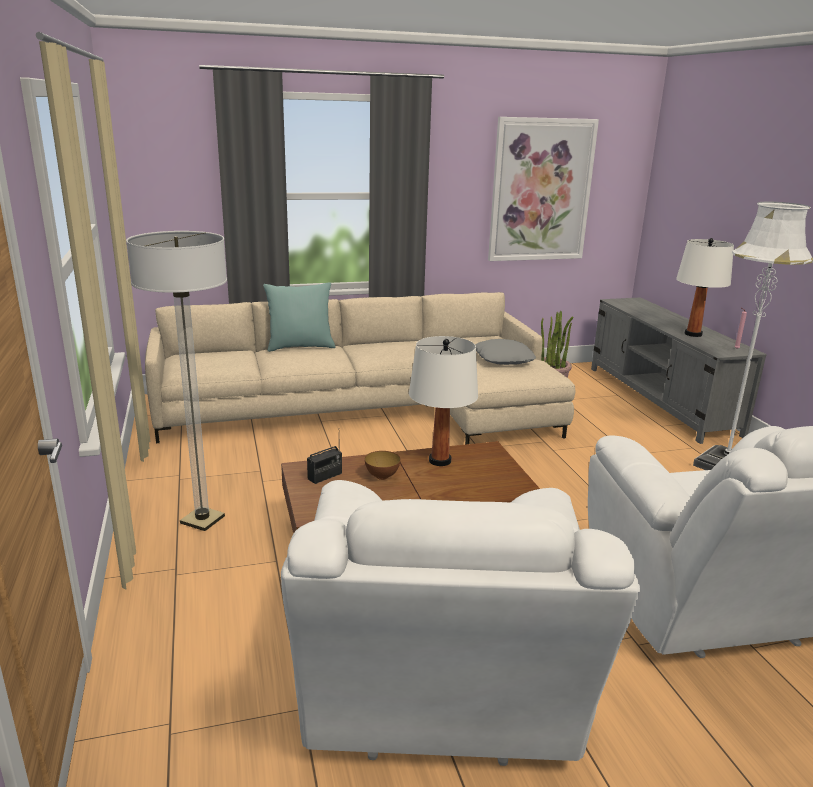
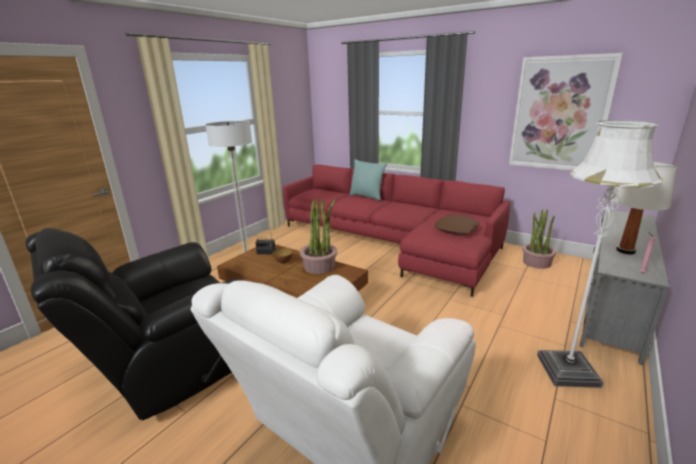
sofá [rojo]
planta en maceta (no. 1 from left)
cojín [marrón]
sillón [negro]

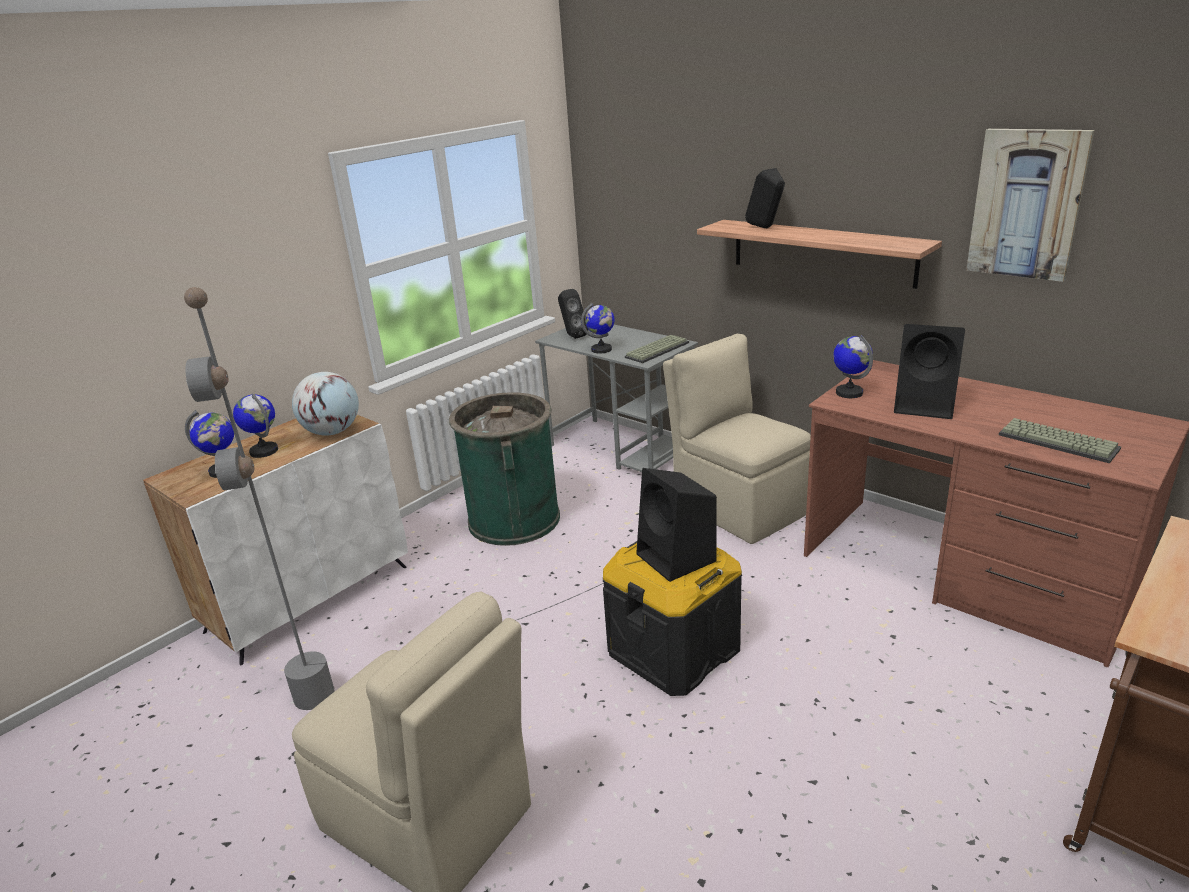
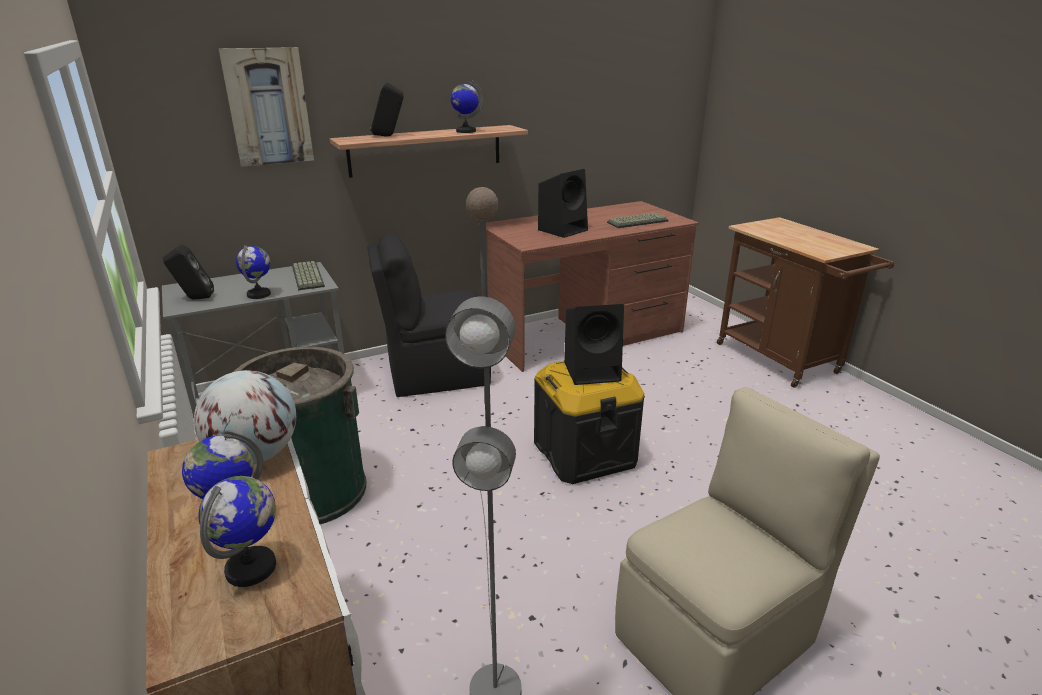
cuadro
silla [negro]
globo terráqueo (no. 5 from left)

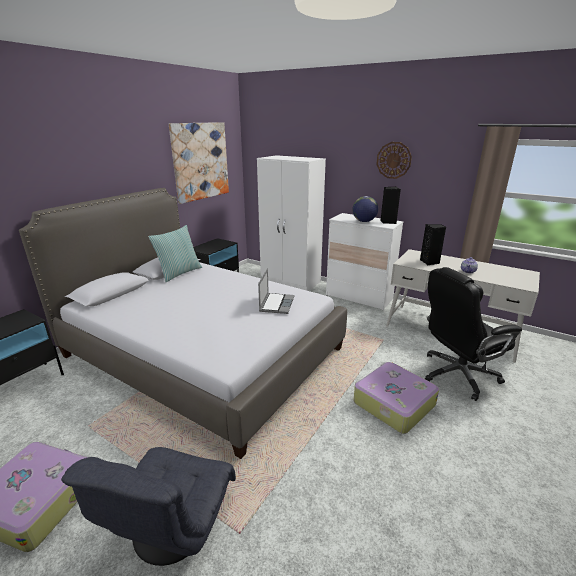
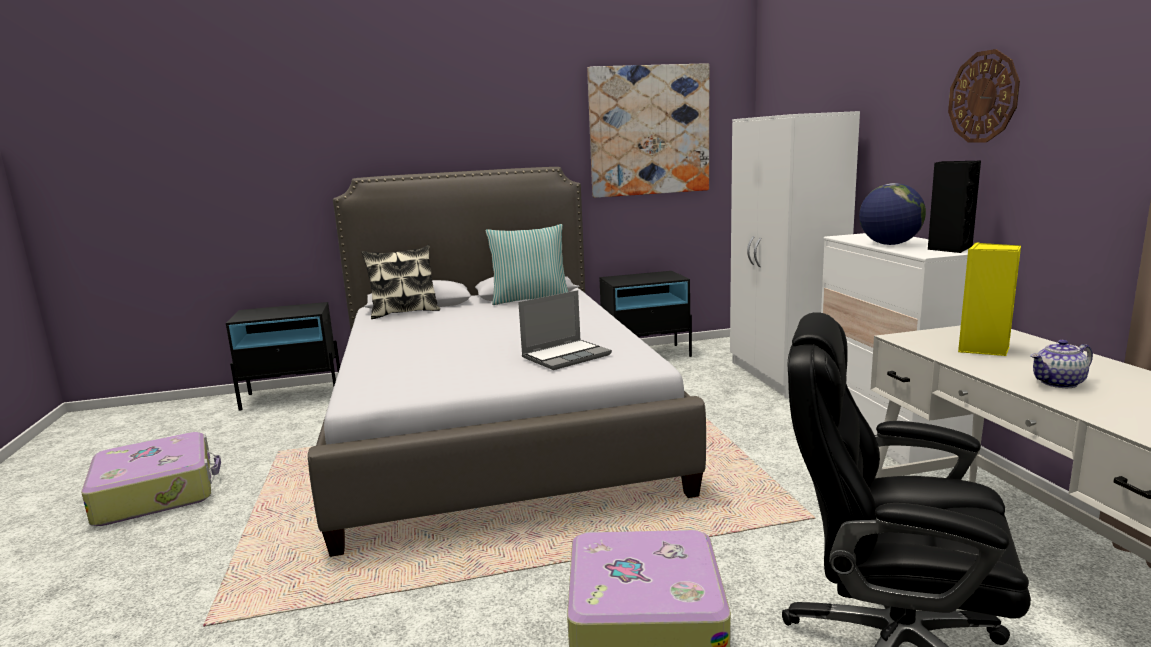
altavoz [amarillo]
sillón [gris]
cojín (no. 1 from left)

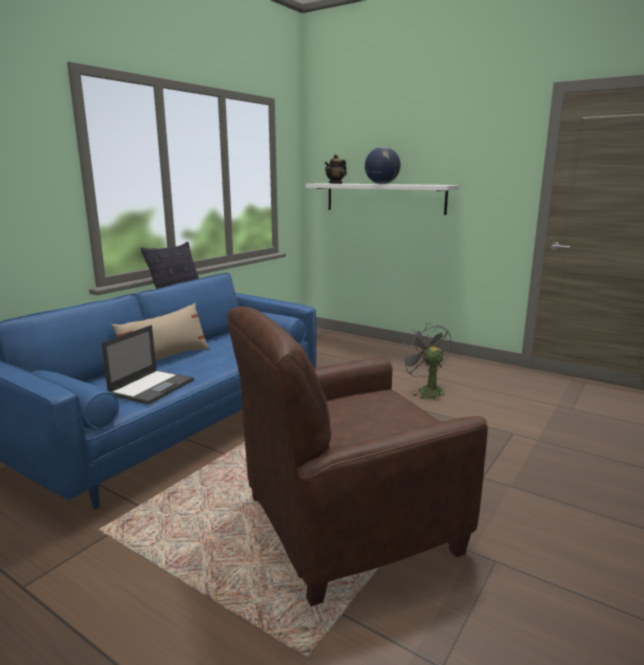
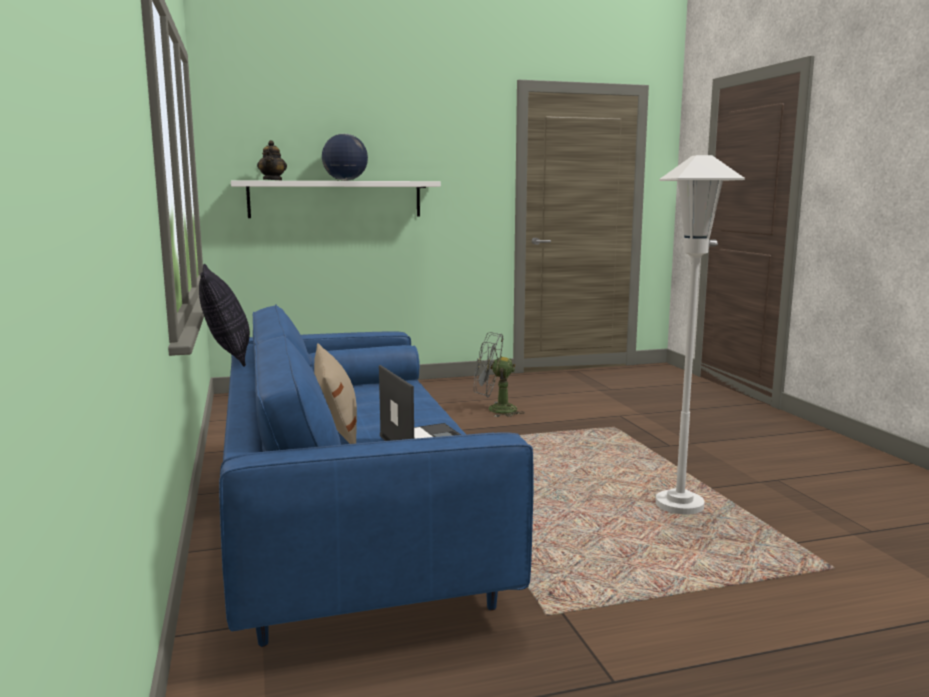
lámpara de pie [blanco]

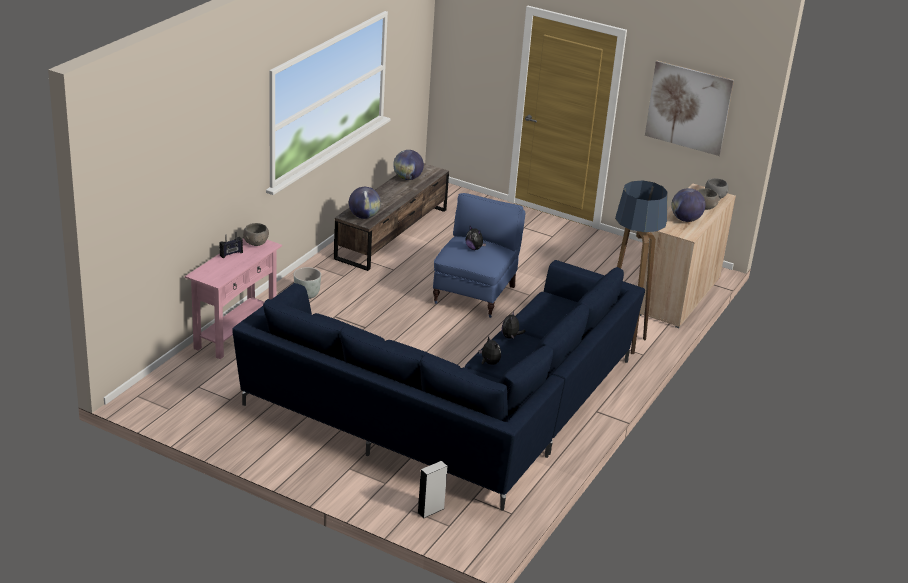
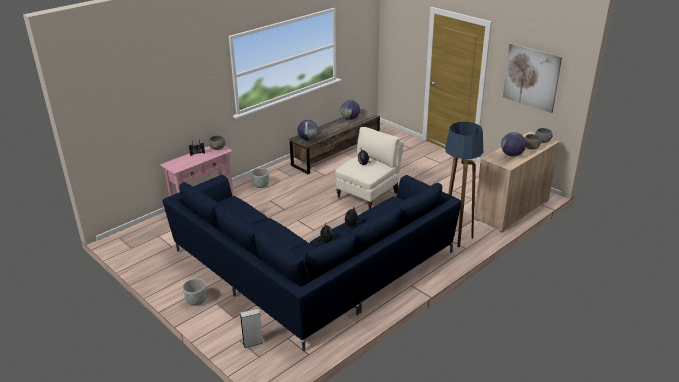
sillón [beis]
maceta [gris] (no. 1 from left)

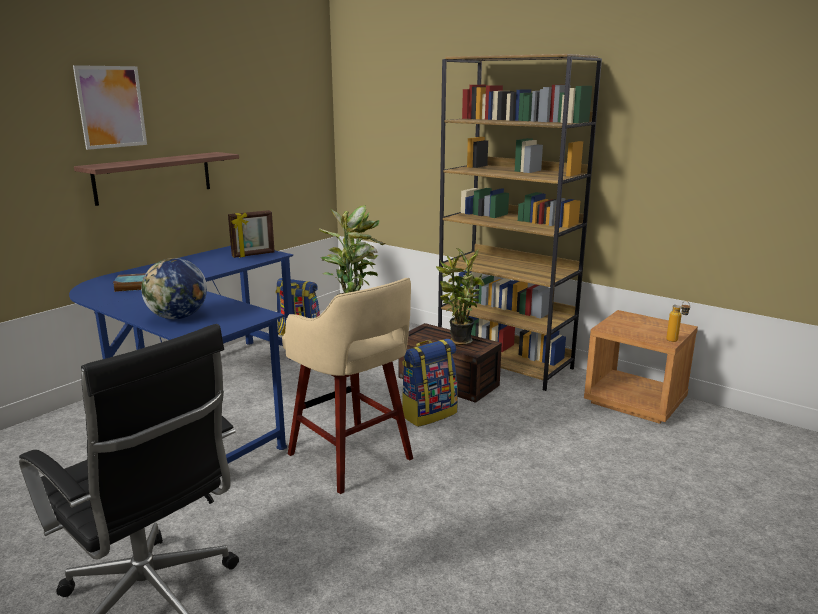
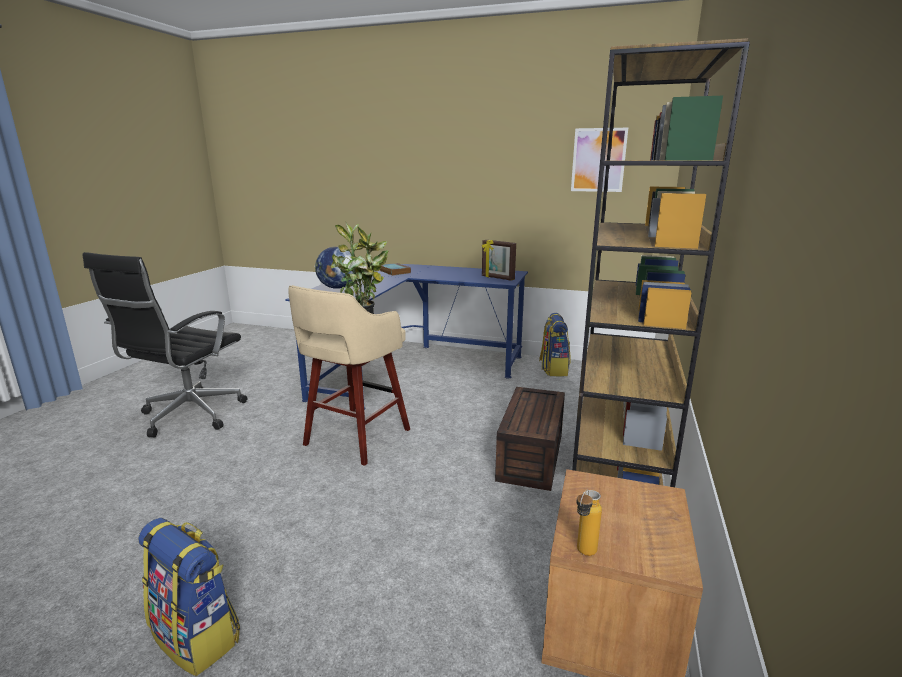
cuadro
estante
planta en maceta (no. 2 from left in the first image)
mochila (no. 1 from left)

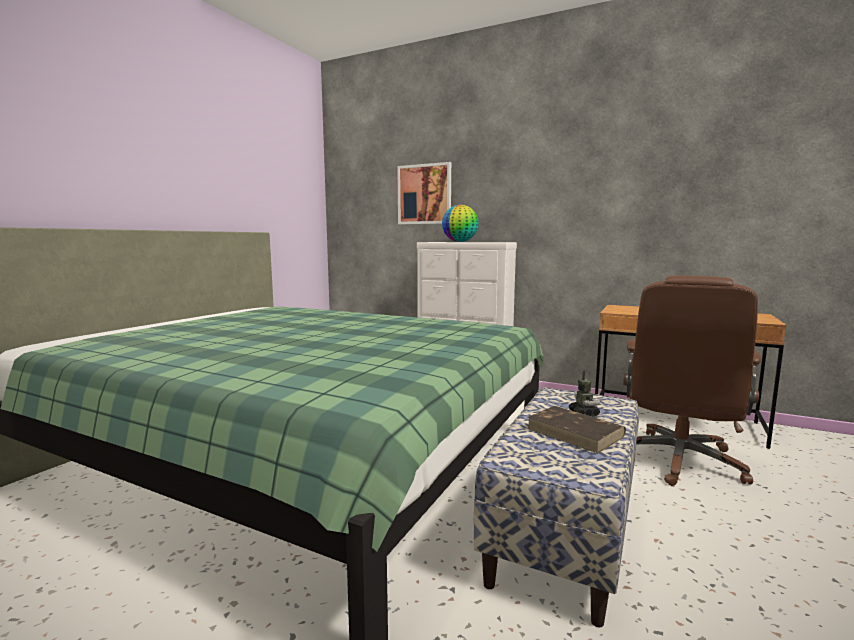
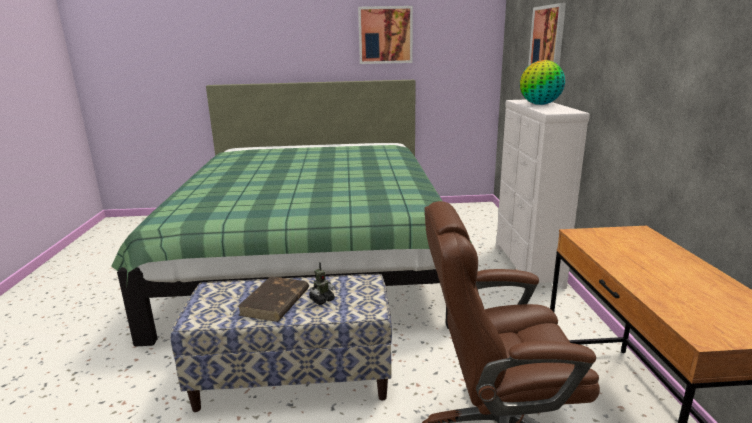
cuadro (no. 1 from left)

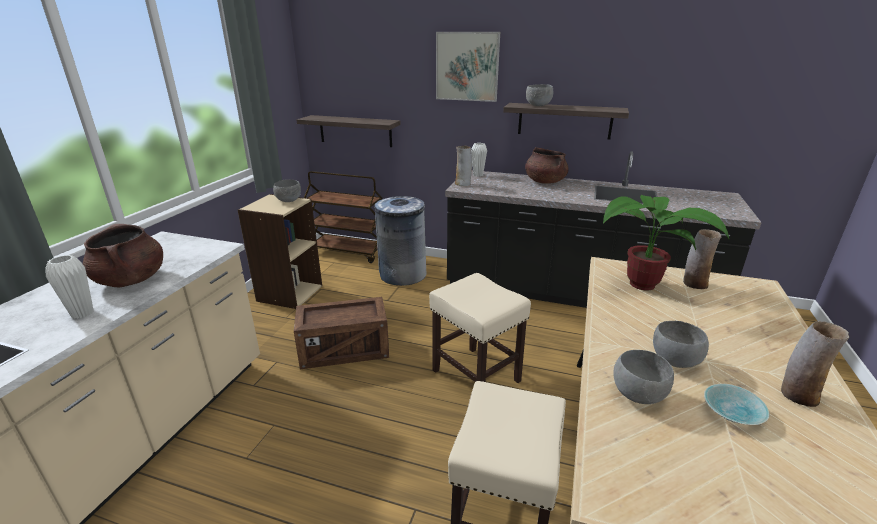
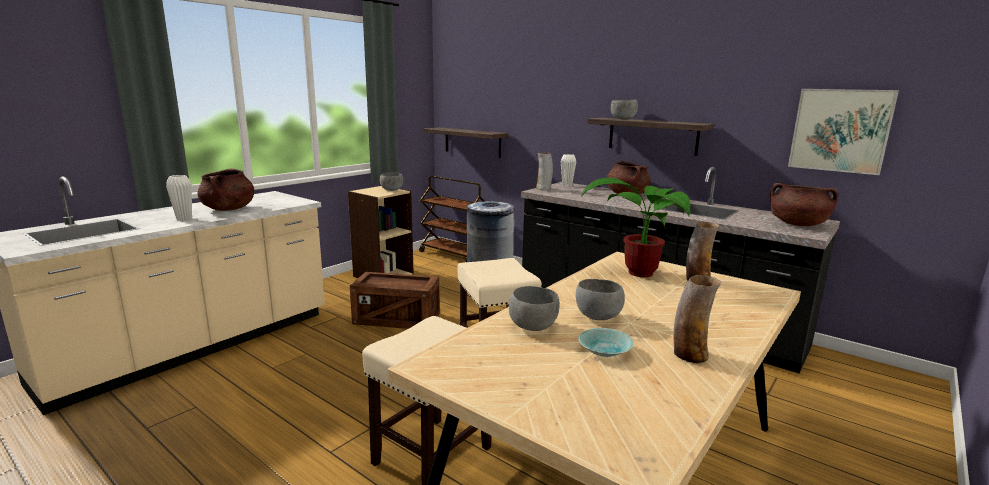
cuadro
olla [marrón] (no. 3 from left)

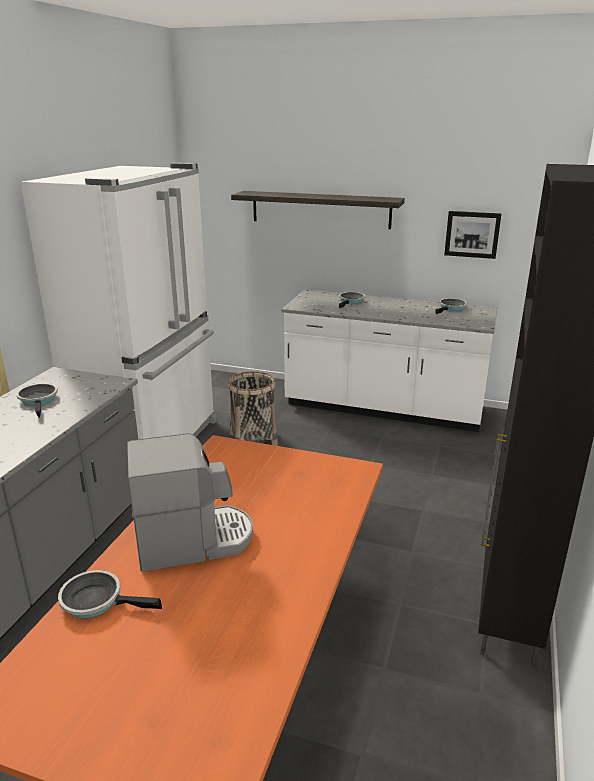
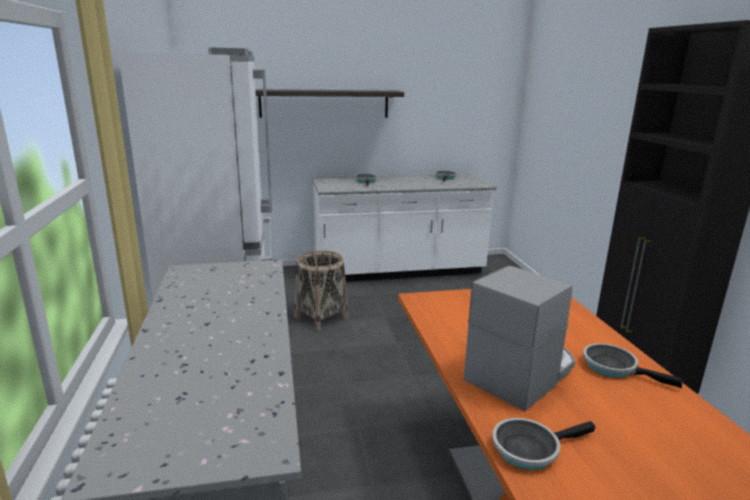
cuadro
sartén (no. 4 from left)

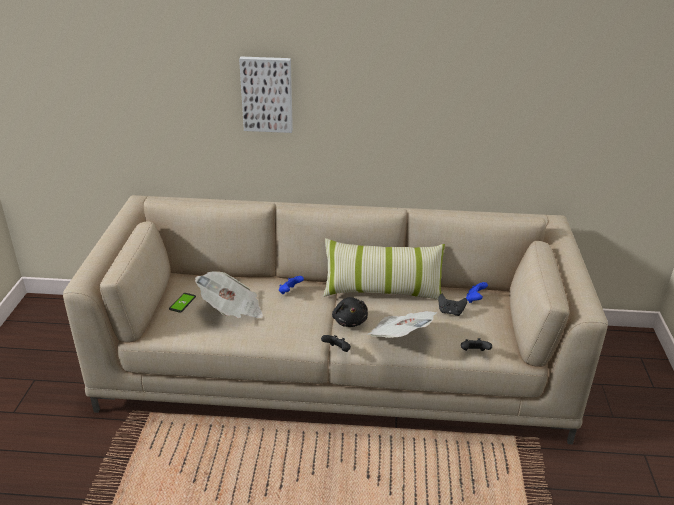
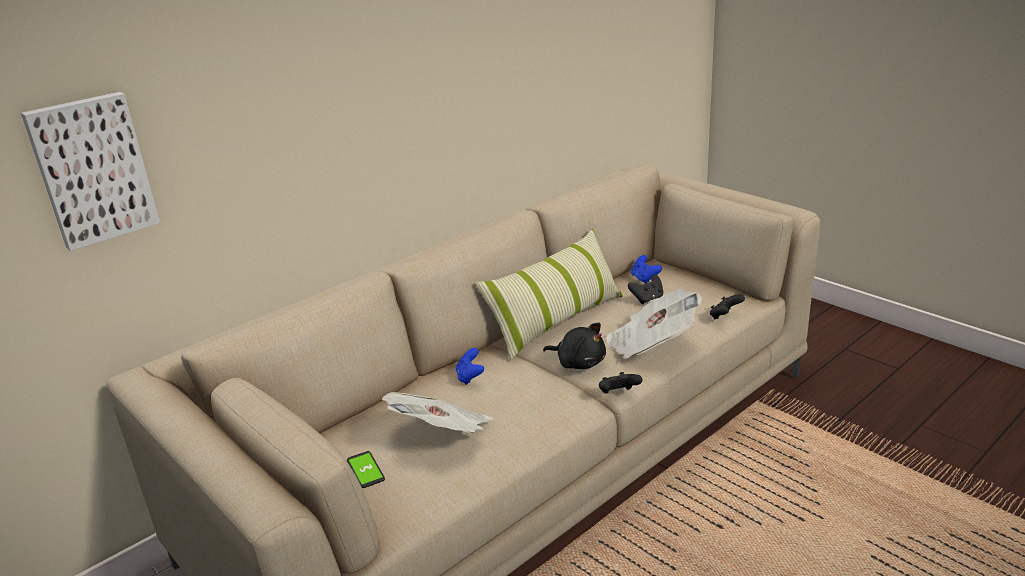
cuadro

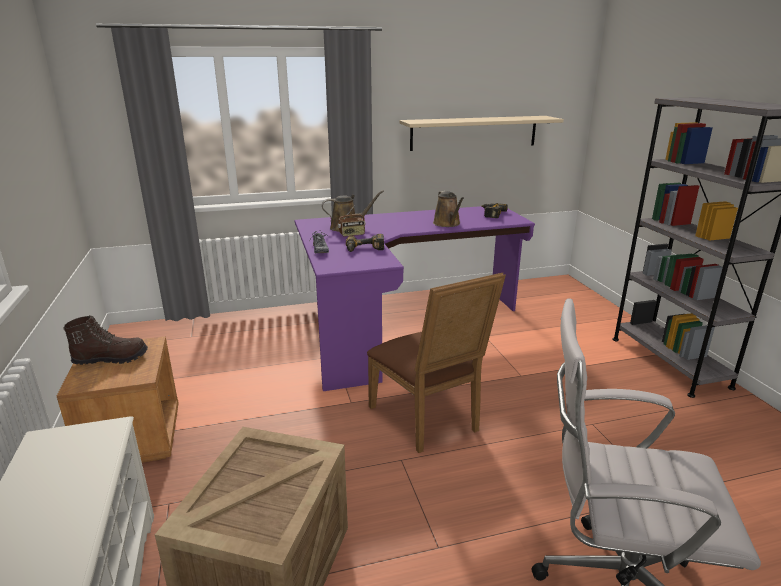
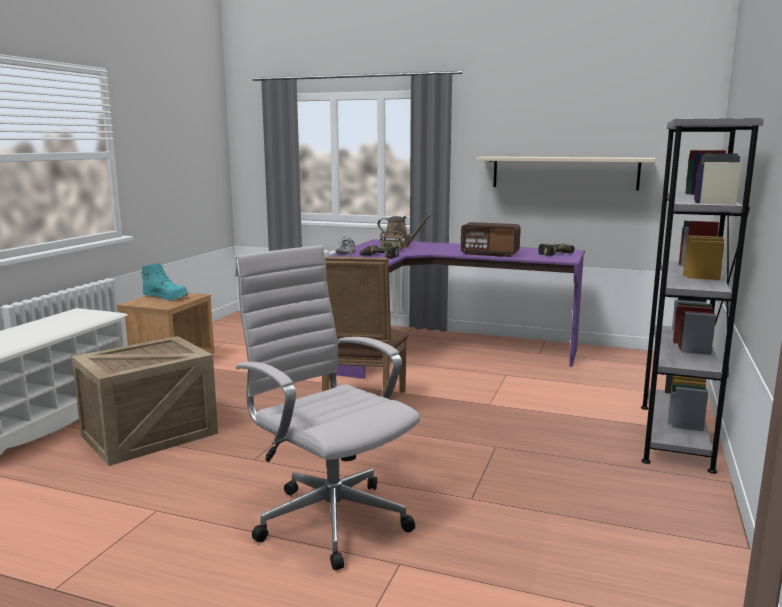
radio (no. 2 from left)
bota [turquesa]

